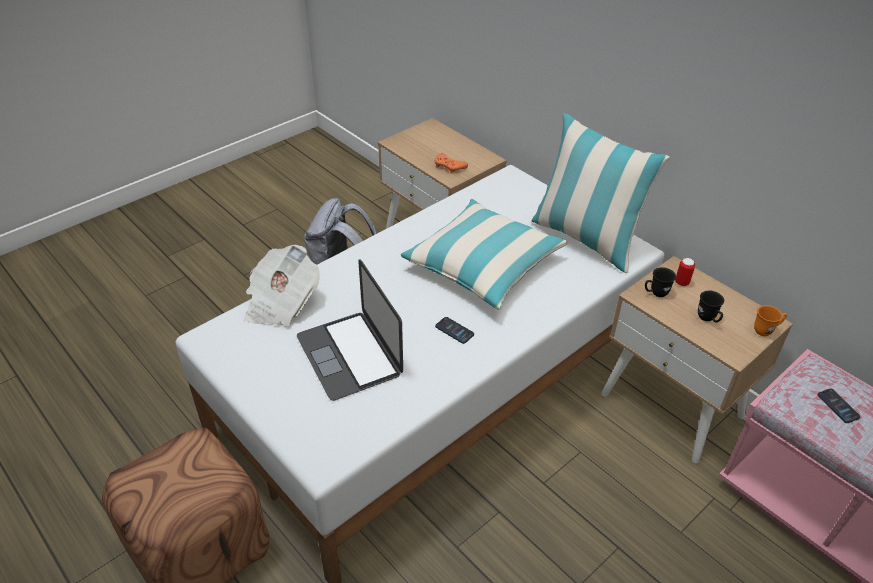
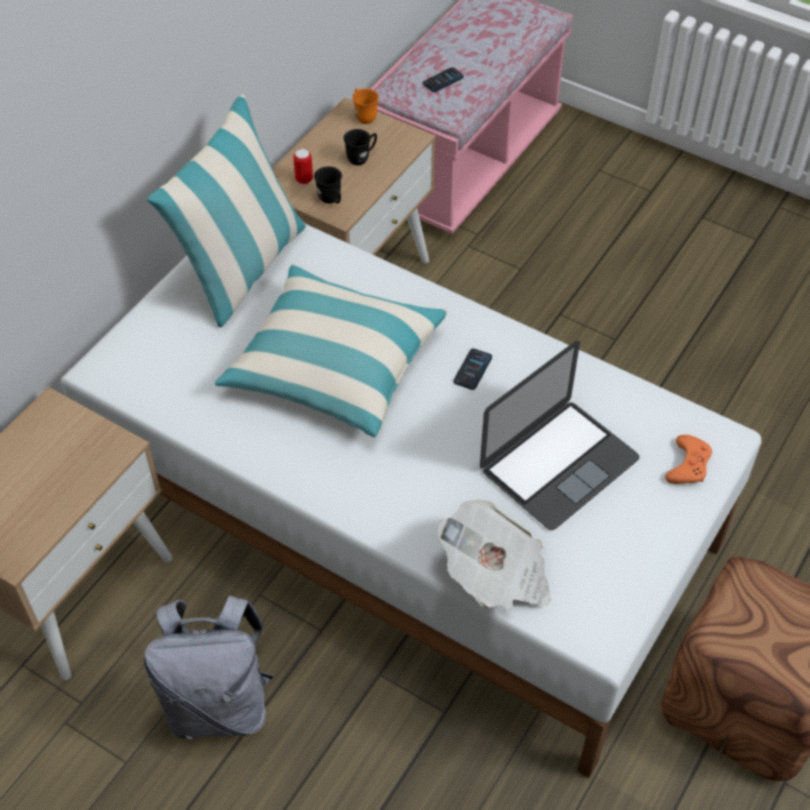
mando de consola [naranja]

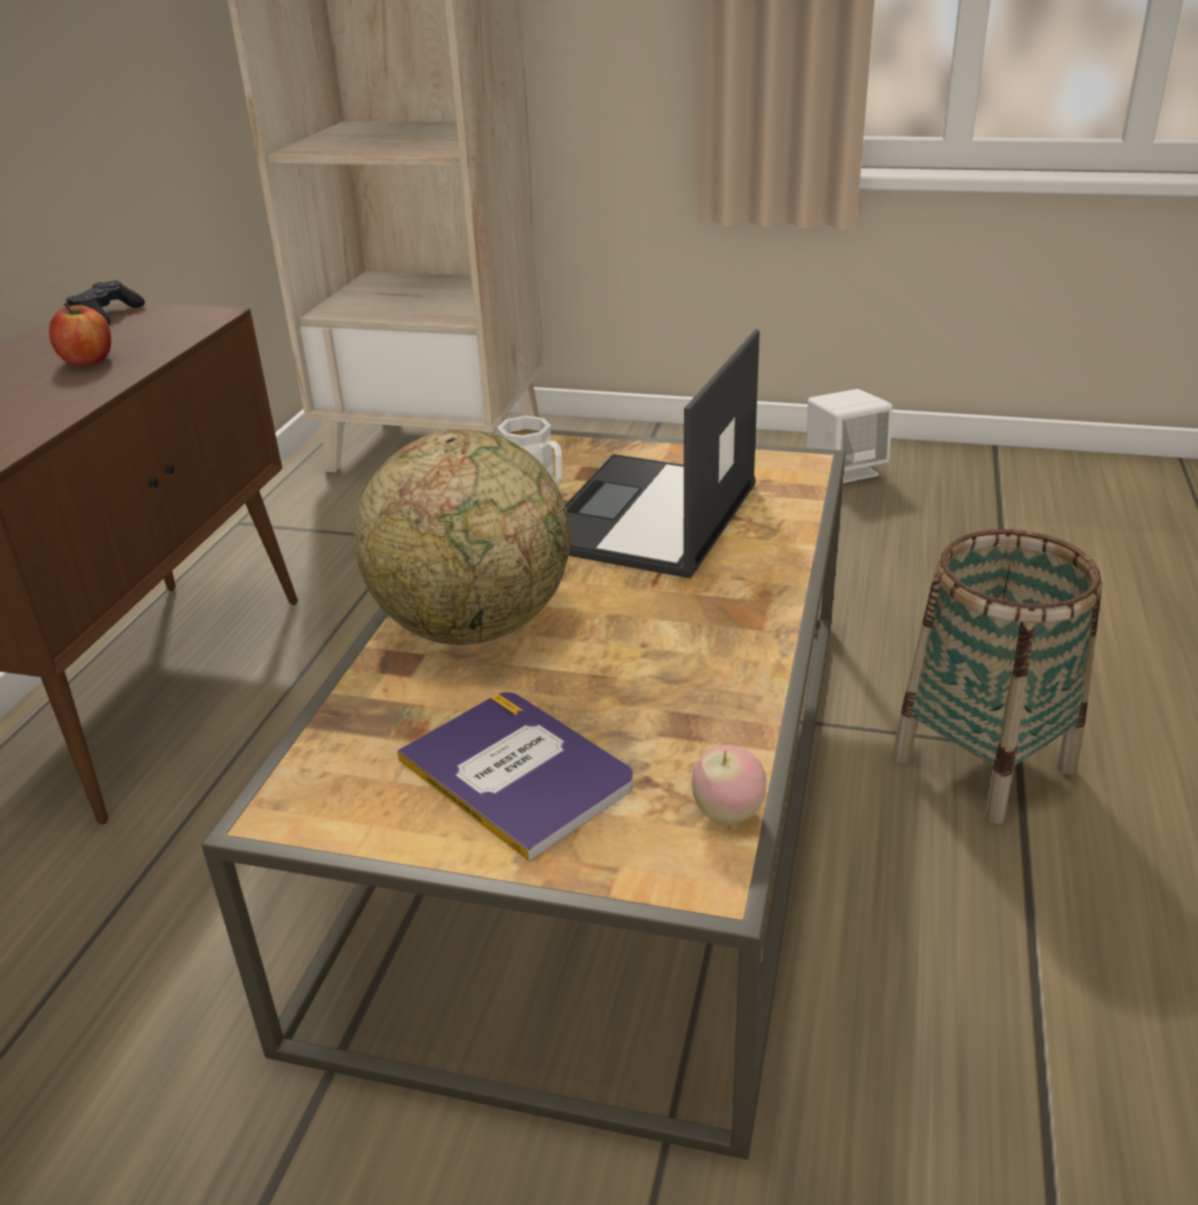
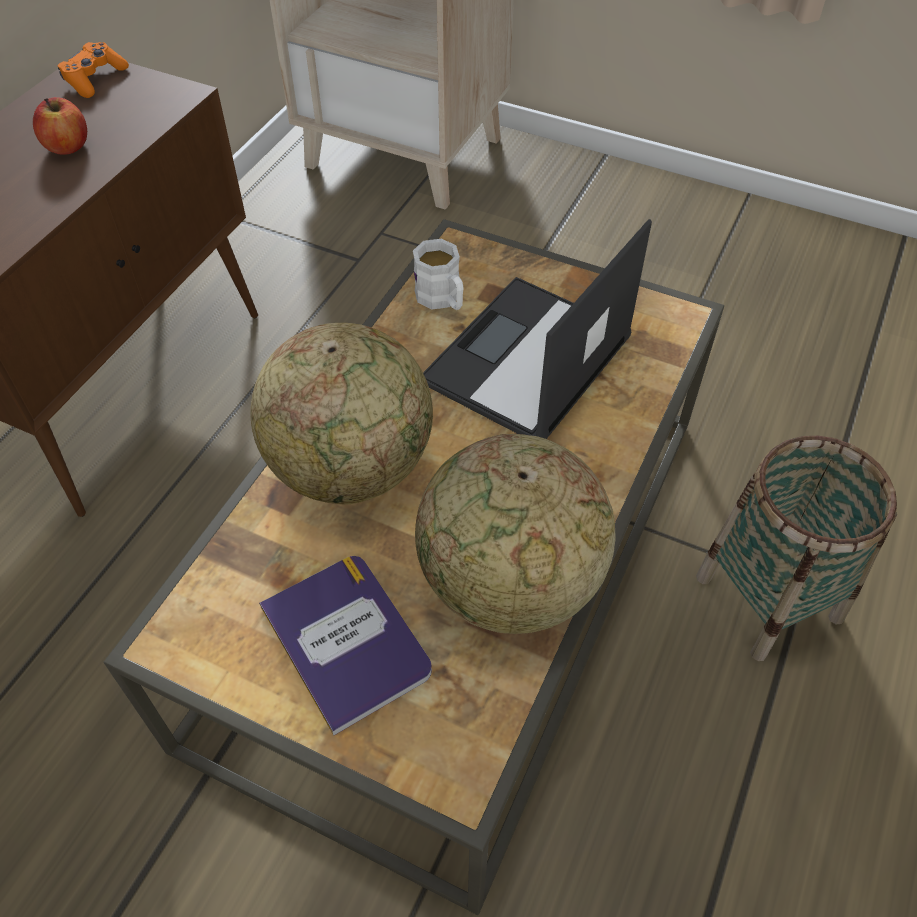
mando de consola [naranja]
altavoz [blanco]
manzana (no. 2 from left in the first image)
globo terráqueo (no. 2 from left)

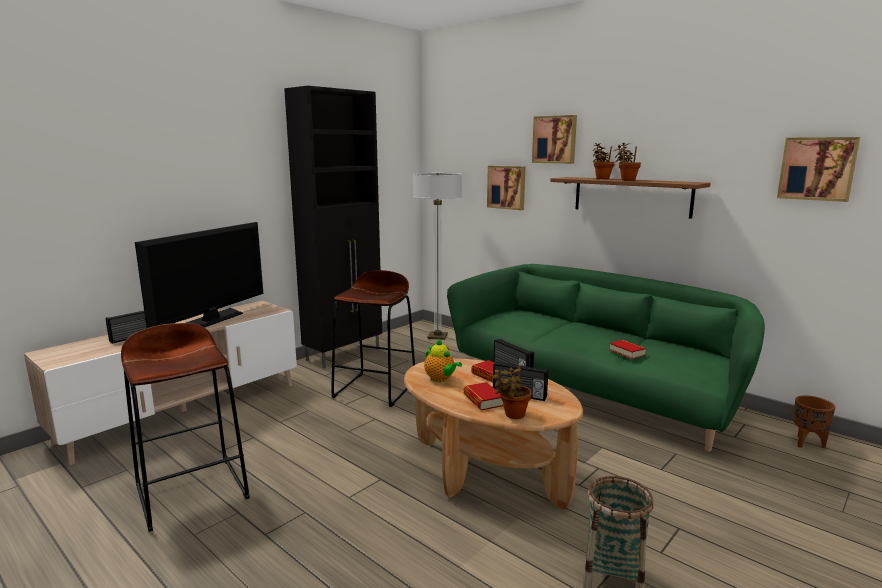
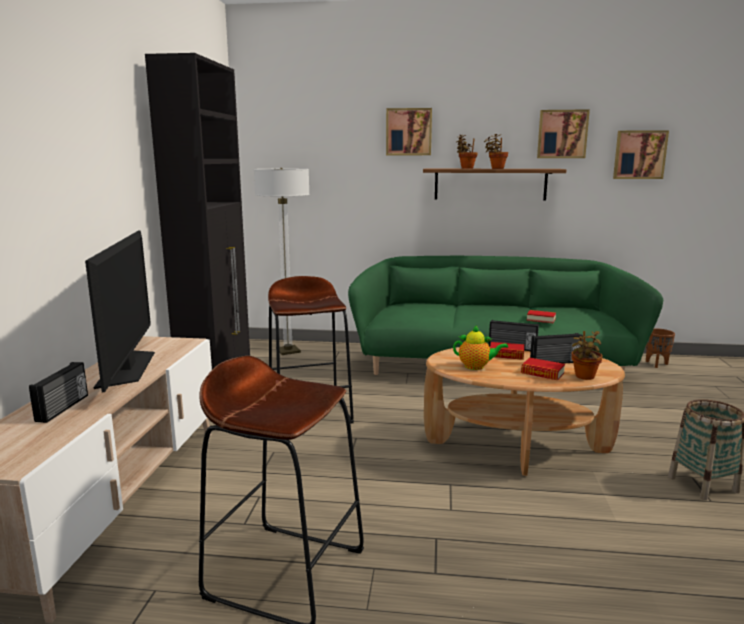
cuadro (no. 2 from left)

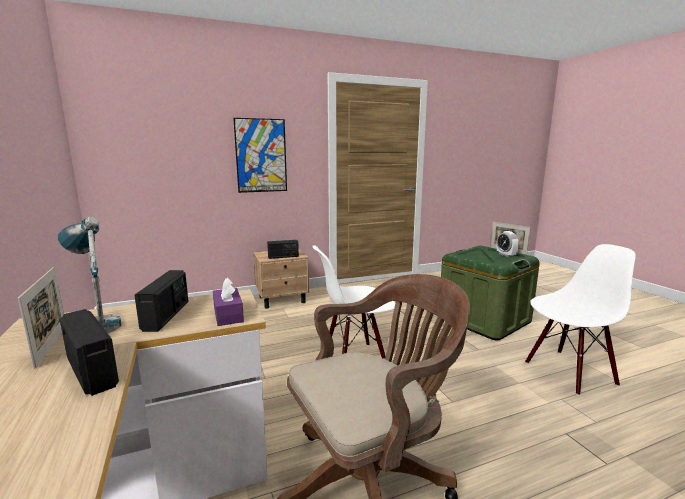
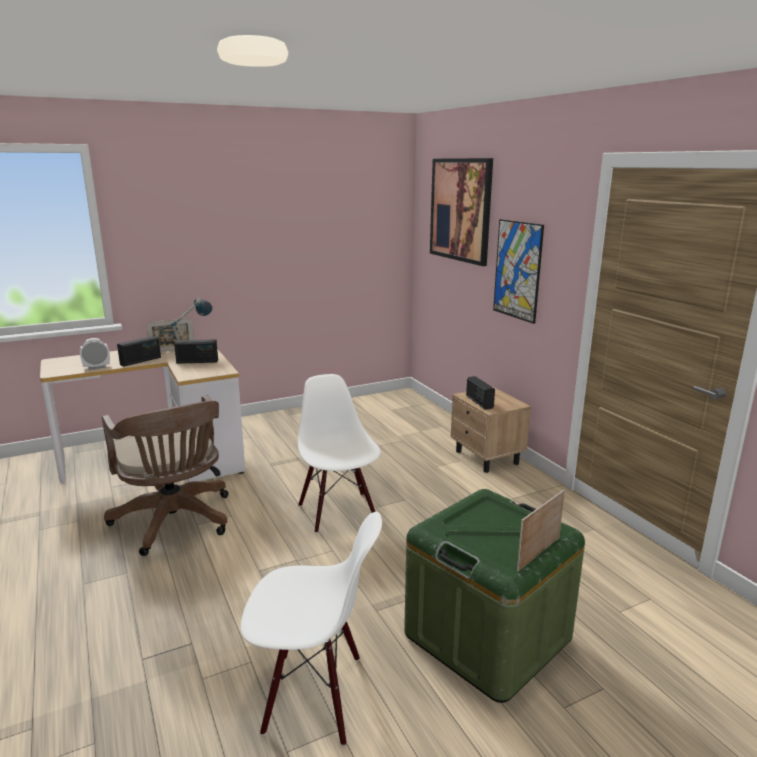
despertador
silla [blanco] (no. 1 from left)
caja de pañuelos [morado]
cuadro (no. 1 from left)

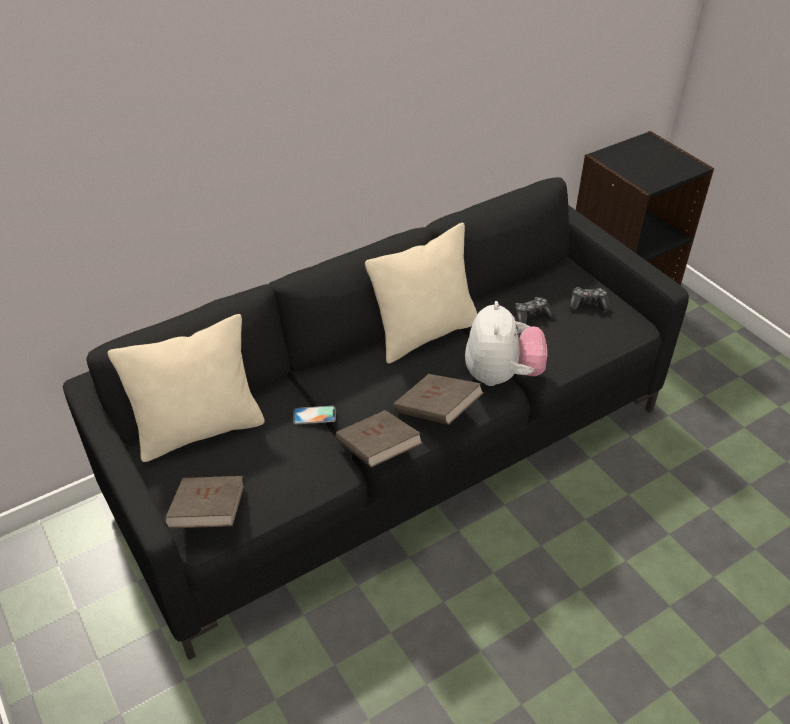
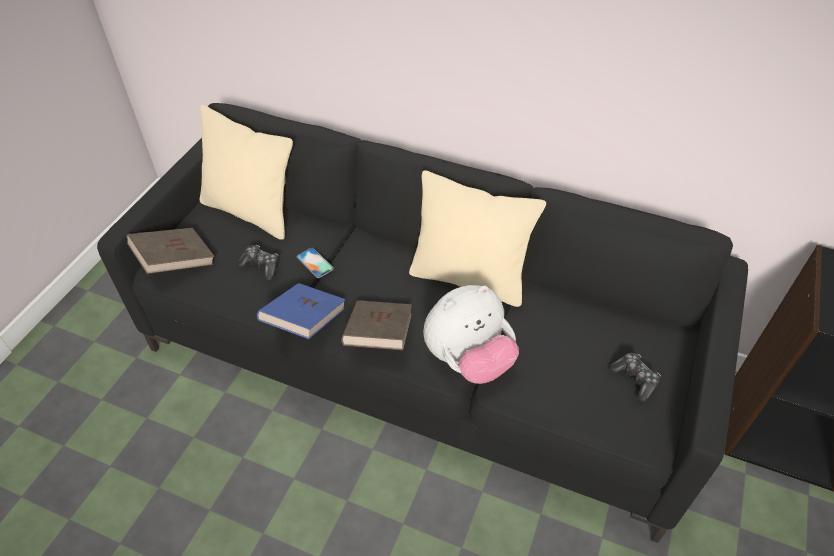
mando de consola (no. 1 from left)
libro [azul]

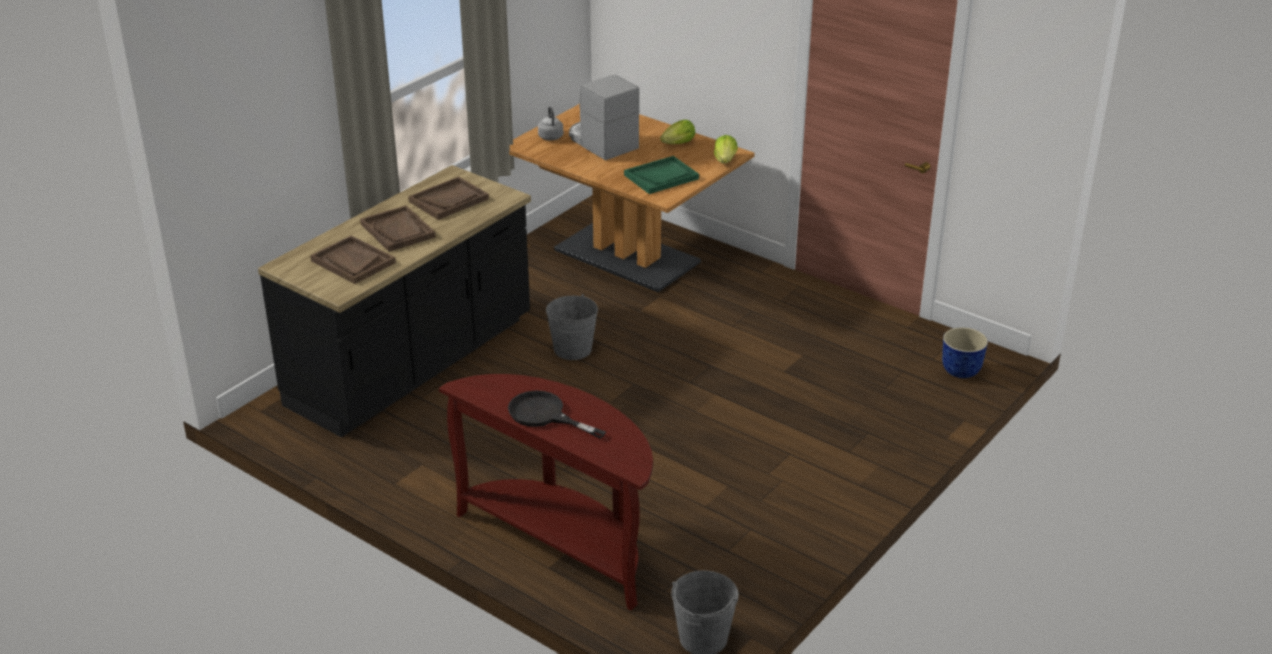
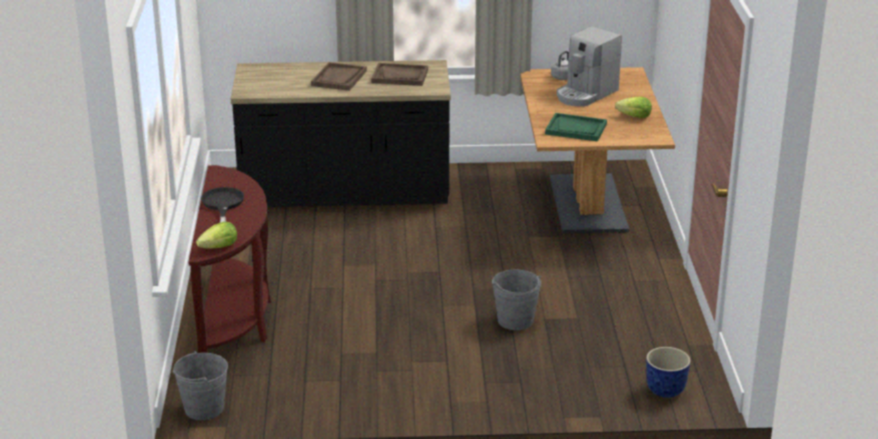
cafetera
lechuga (no. 1 from left)
bandeja [marrón] (no. 1 from left in the first image)
cubo [gris] (no. 2 from left)

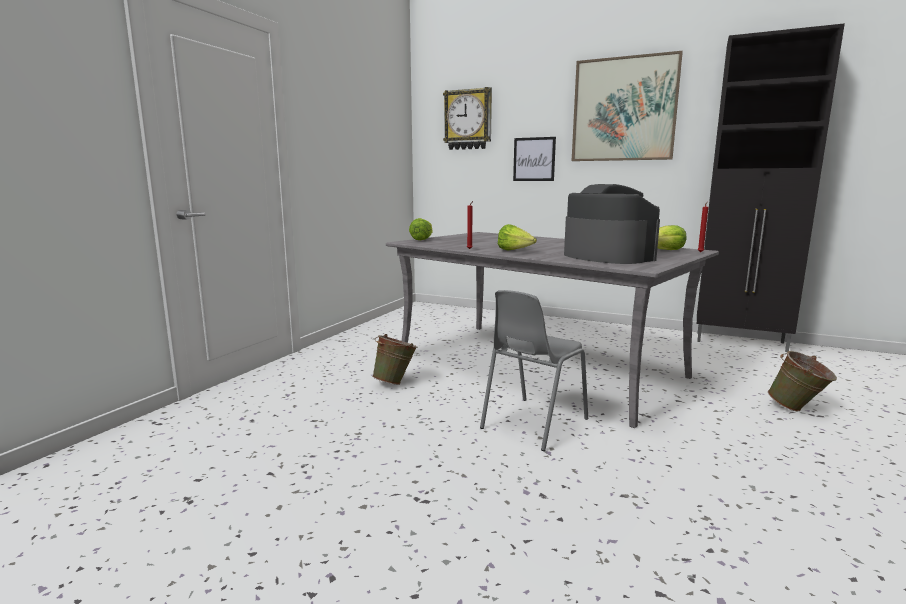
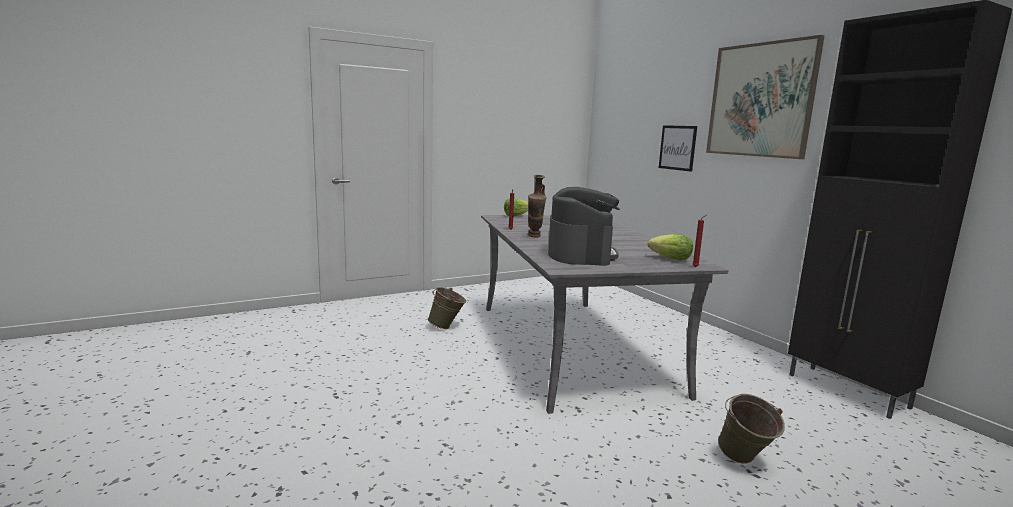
reloj de pared
florero
silla [gris]

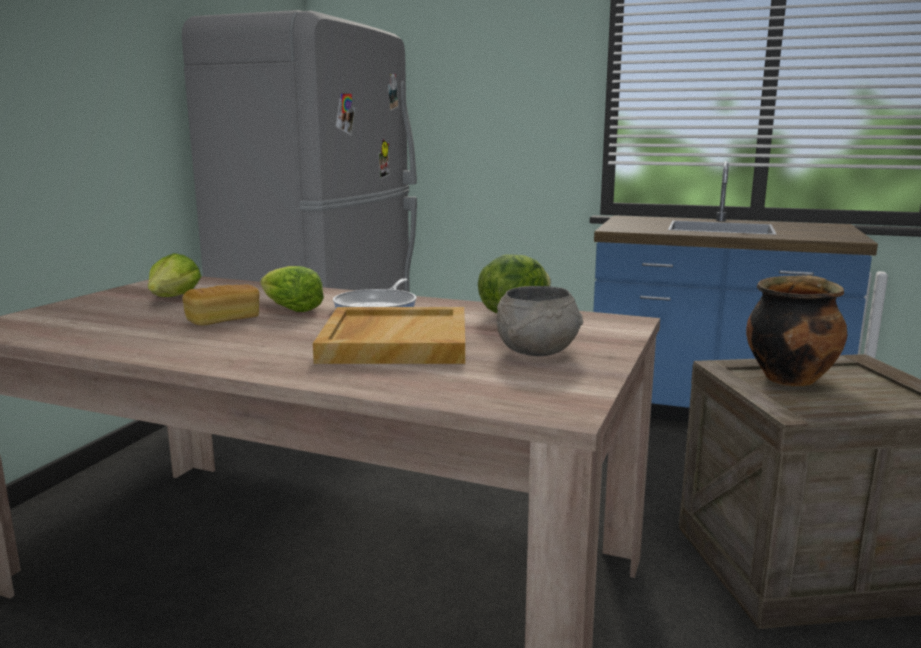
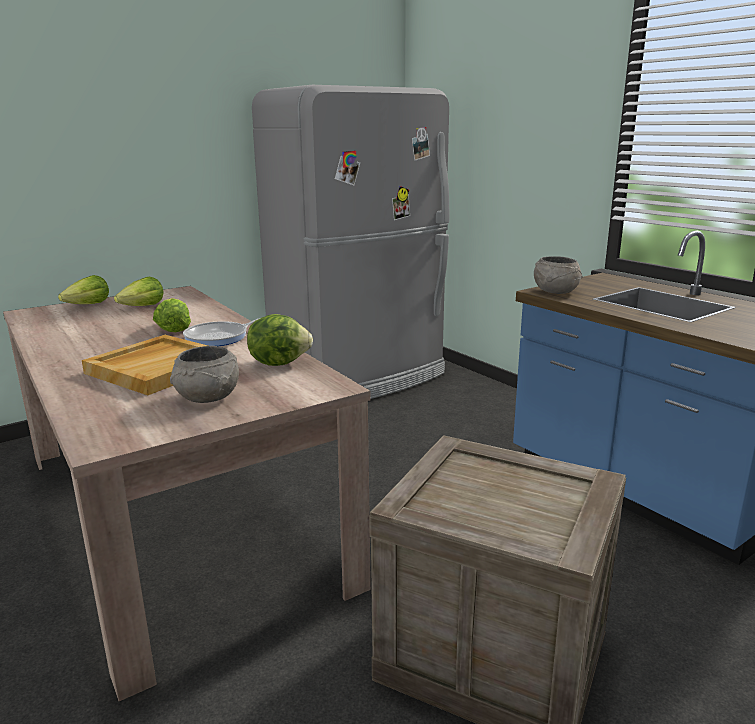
olla
pan
cuenco [gris] (no. 2 from left)
lechuga (no. 1 from left)

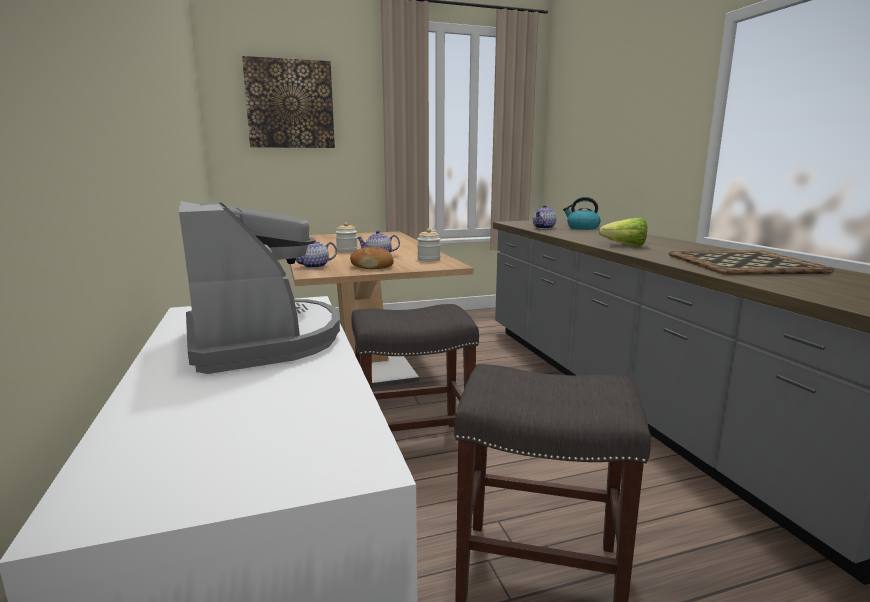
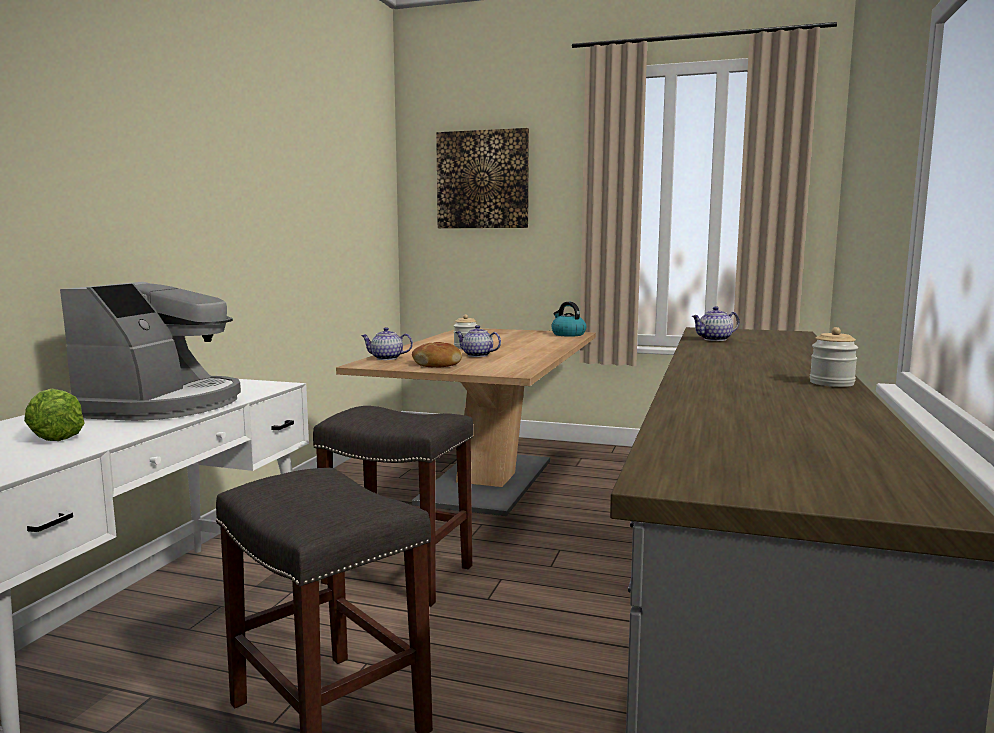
hervidor
lechuga
tarro (no. 2 from left)
bandeja

